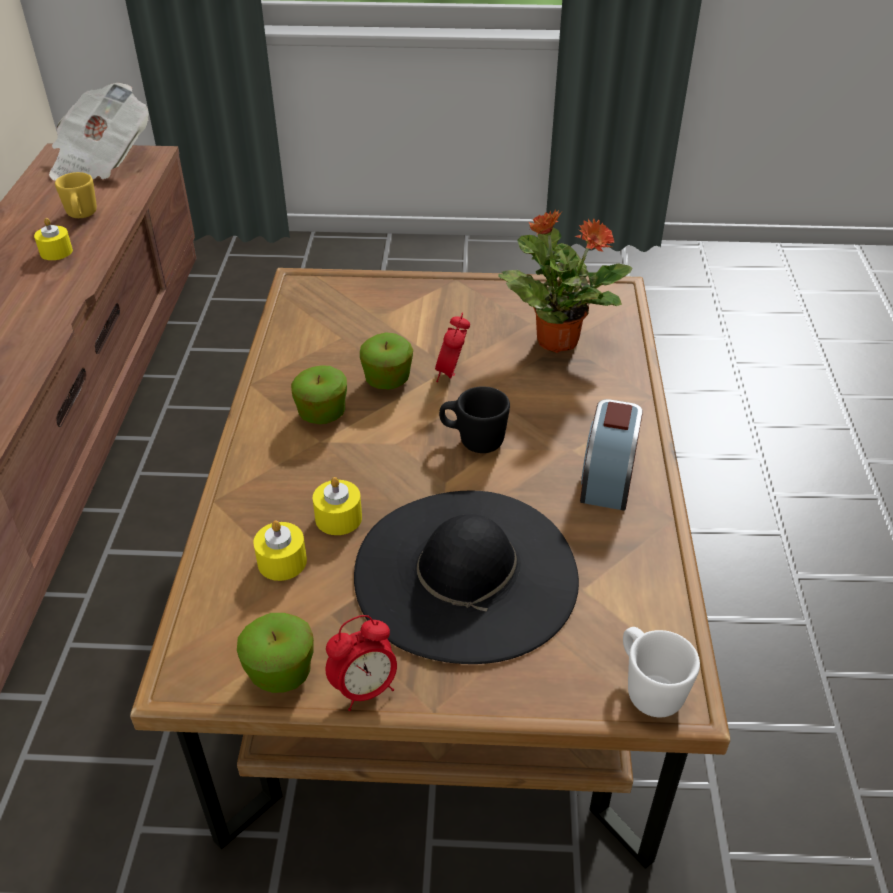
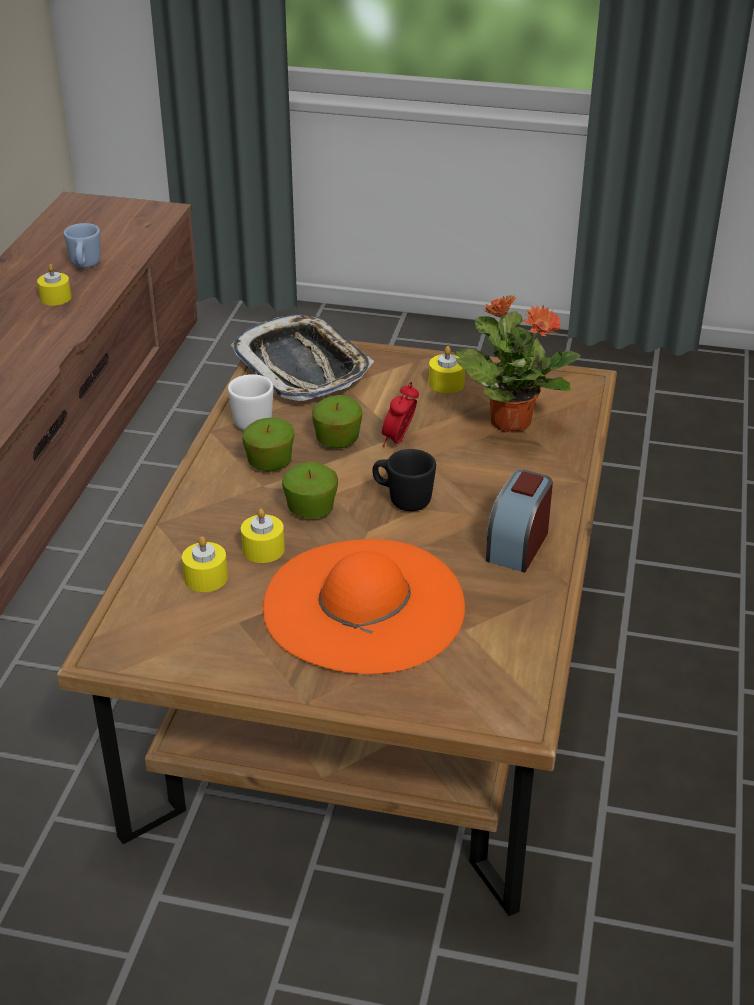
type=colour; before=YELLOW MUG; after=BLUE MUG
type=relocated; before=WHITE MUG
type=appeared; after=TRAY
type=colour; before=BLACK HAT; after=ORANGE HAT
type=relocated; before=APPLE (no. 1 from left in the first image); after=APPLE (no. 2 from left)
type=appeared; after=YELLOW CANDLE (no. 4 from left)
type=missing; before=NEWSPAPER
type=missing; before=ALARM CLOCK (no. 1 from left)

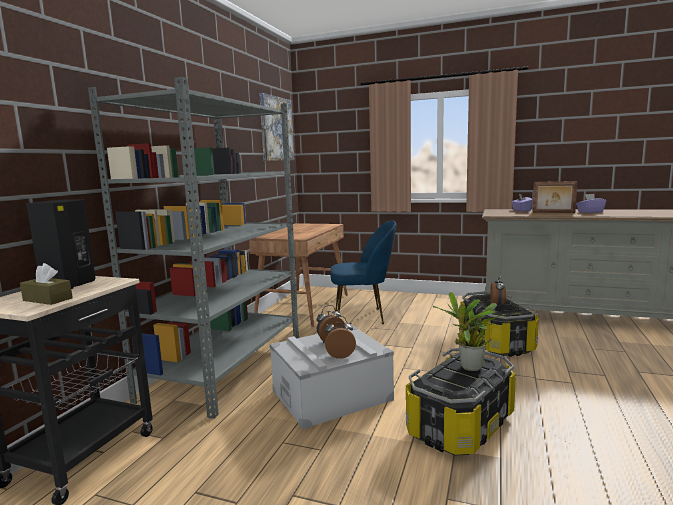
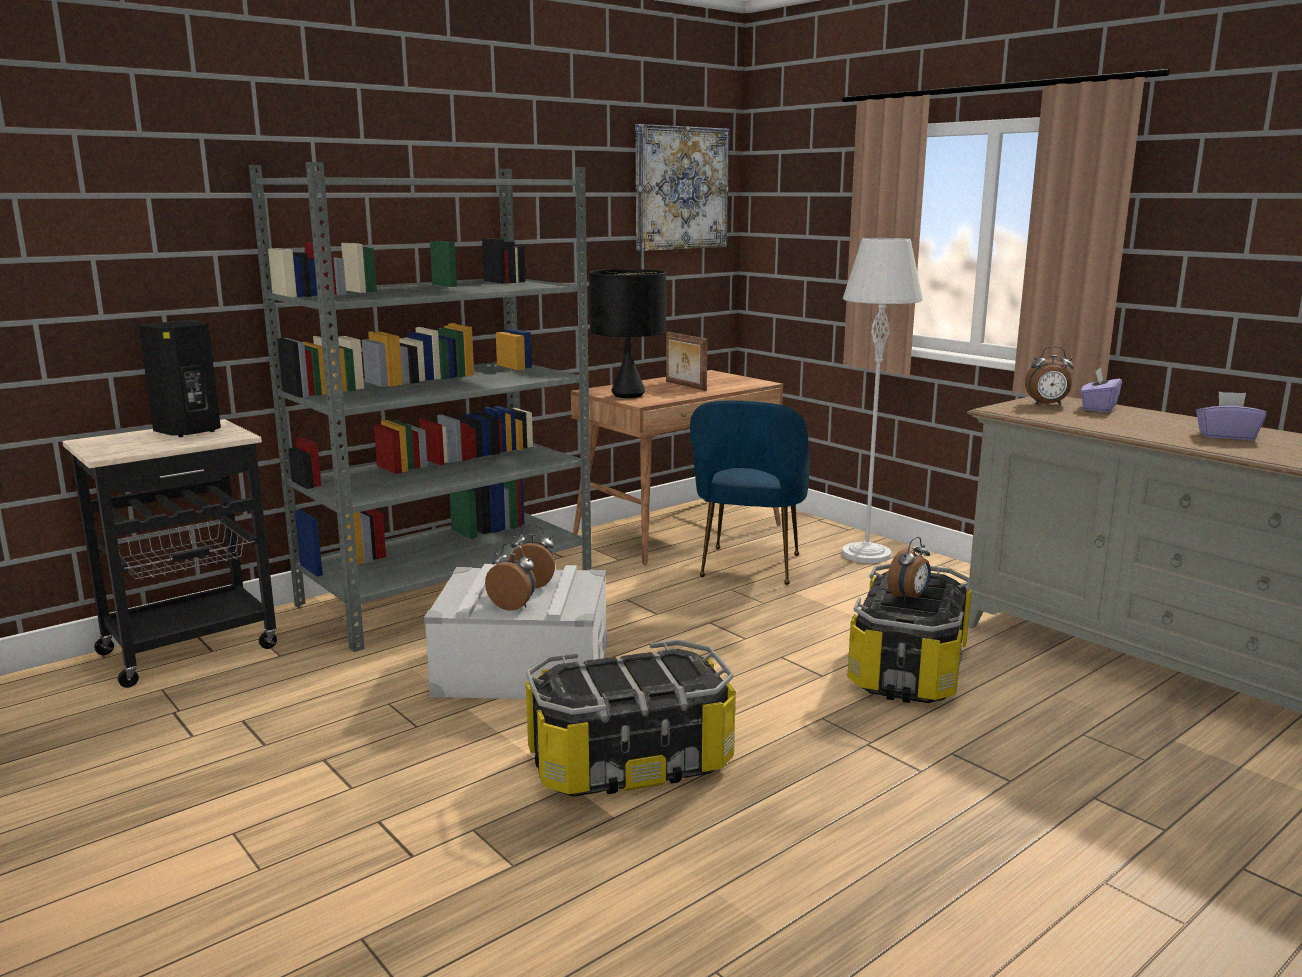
type=appeared; after=BLACK TABLE LAMP
type=relocated; before=PICTURE FRAME
type=spun; before=BLUE CHAIR; turn=75
type=appeared; after=GREY FLOOR LAMP
type=appeared; after=ALARM CLOCK (no. 4 from left)
type=missing; before=BROWN TISSUE BOX
type=missing; before=POTTED PLANT

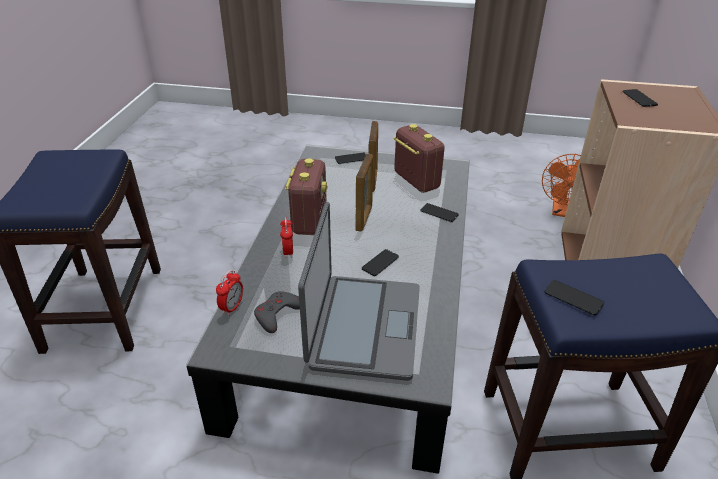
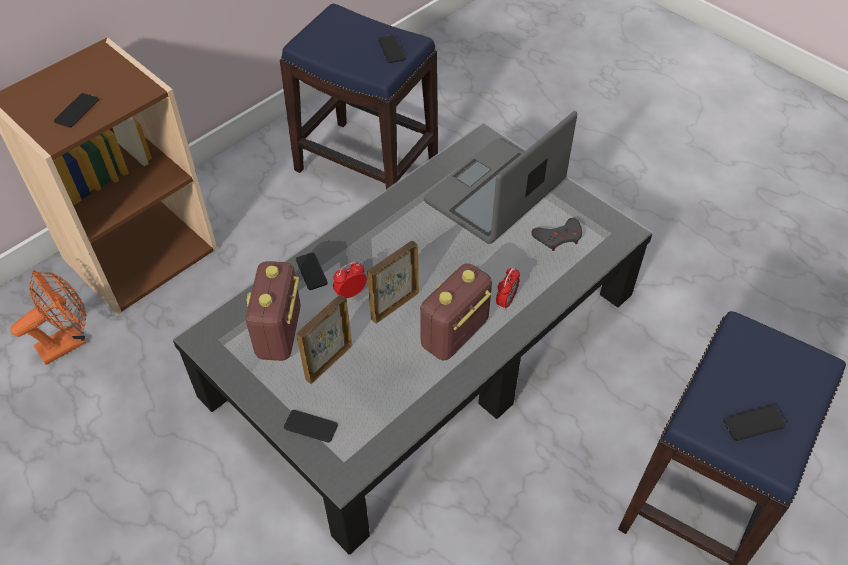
type=relocated; before=ALARM CLOCK (no. 1 from left)
type=relocated; before=PHONE (no. 2 from left in the first image); after=PHONE (no. 5 from left)

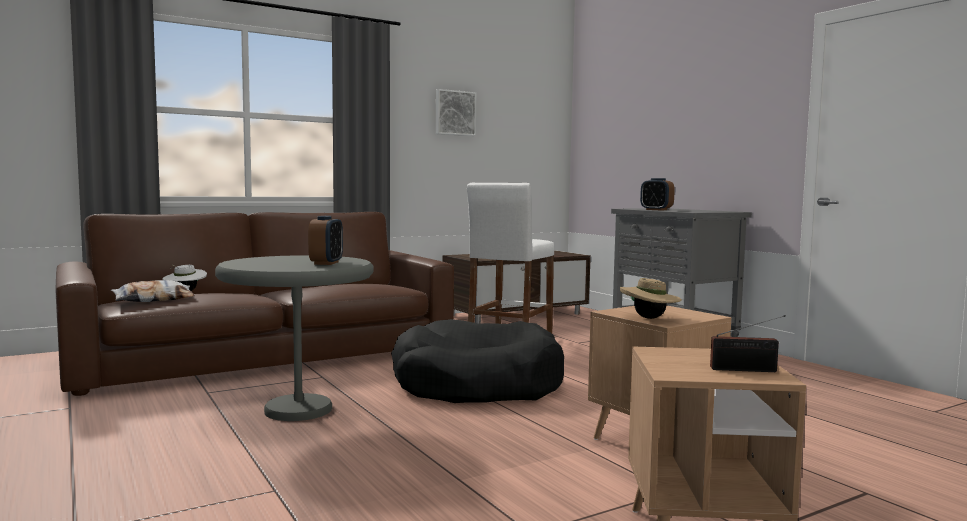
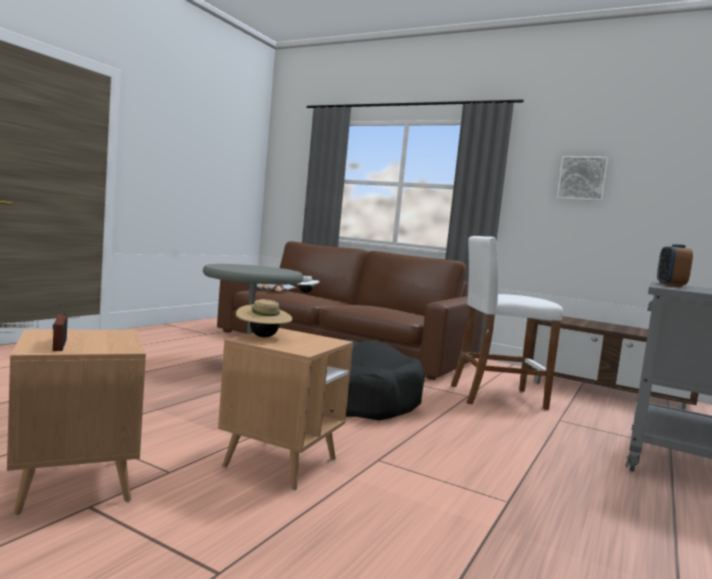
type=missing; before=ALARM CLOCK (no. 1 from left)

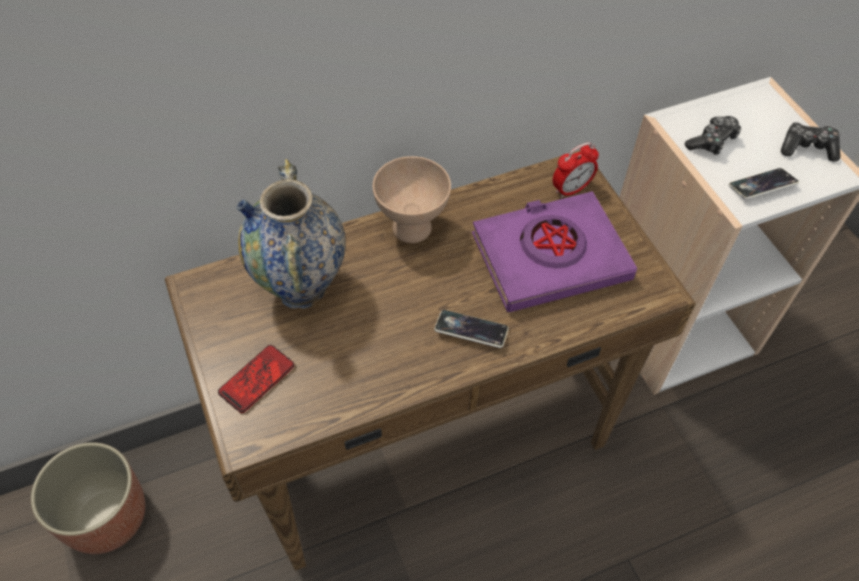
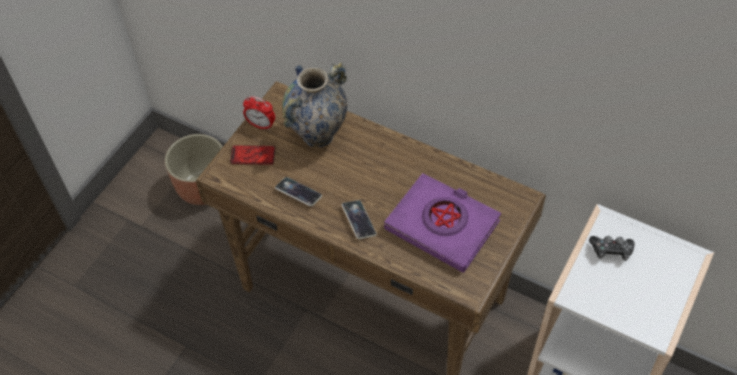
type=relocated; before=ALARM CLOCK
type=relocated; before=PHONE (no. 3 from left in the first image); after=PHONE (no. 2 from left)
type=missing; before=BEIGE BOWL
type=missing; before=GAME CONTROLLER (no. 2 from left)

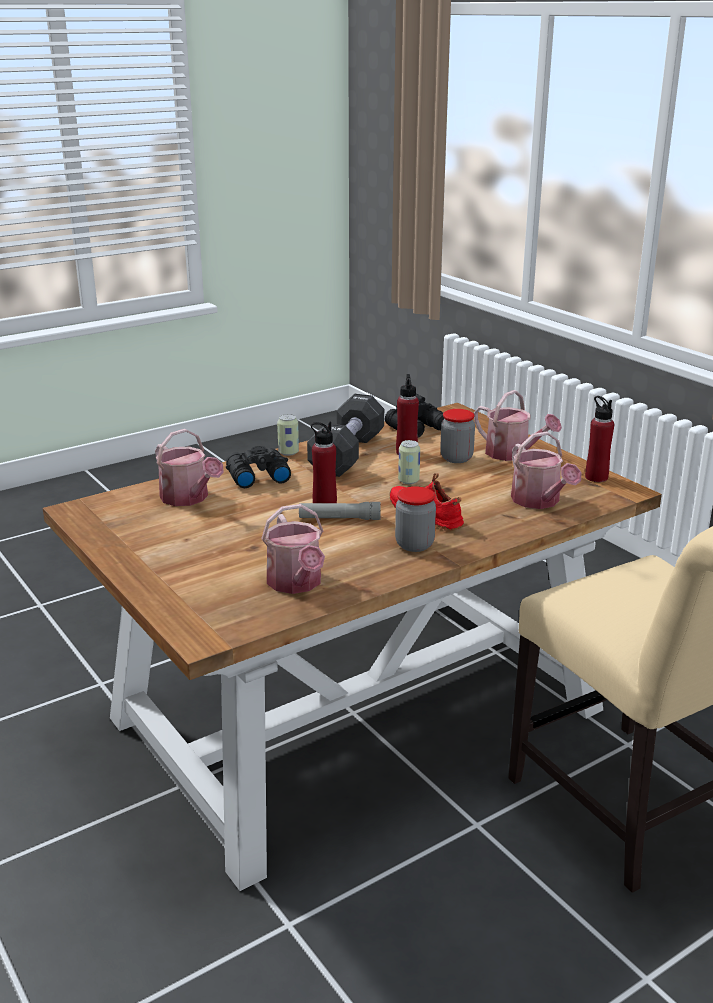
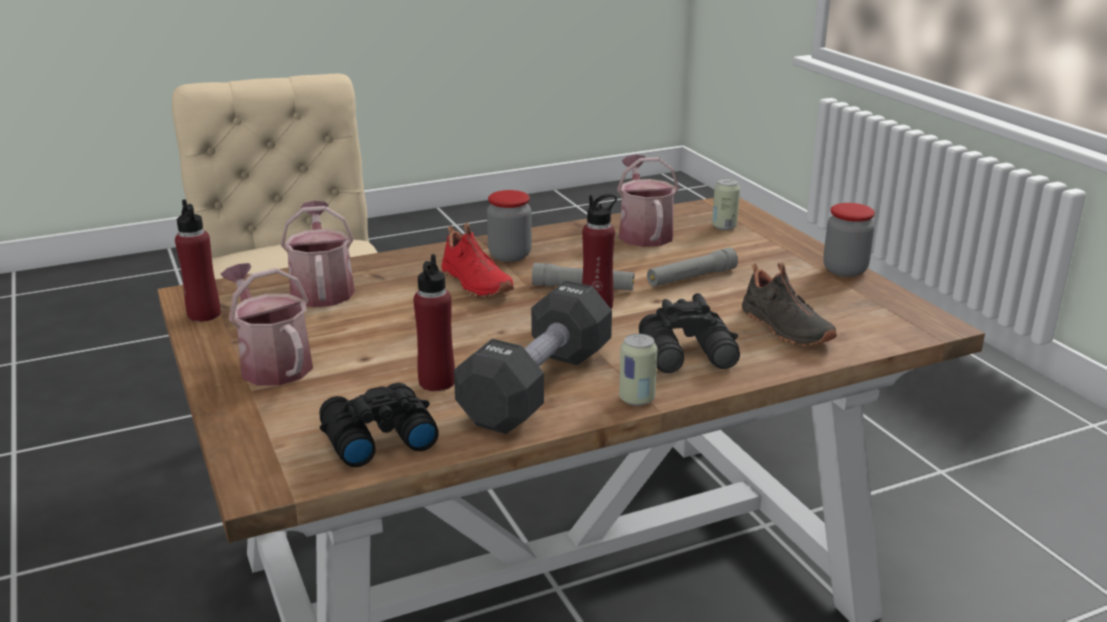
type=appeared; after=GREY FLASHLIGHT (no. 2 from left)
type=relocated; before=CAN (no. 2 from left)
type=exchanged; before=WATERING CAN (no. 1 from left); after=BLACK SHOE
type=relocated; before=JAR (no. 2 from left)

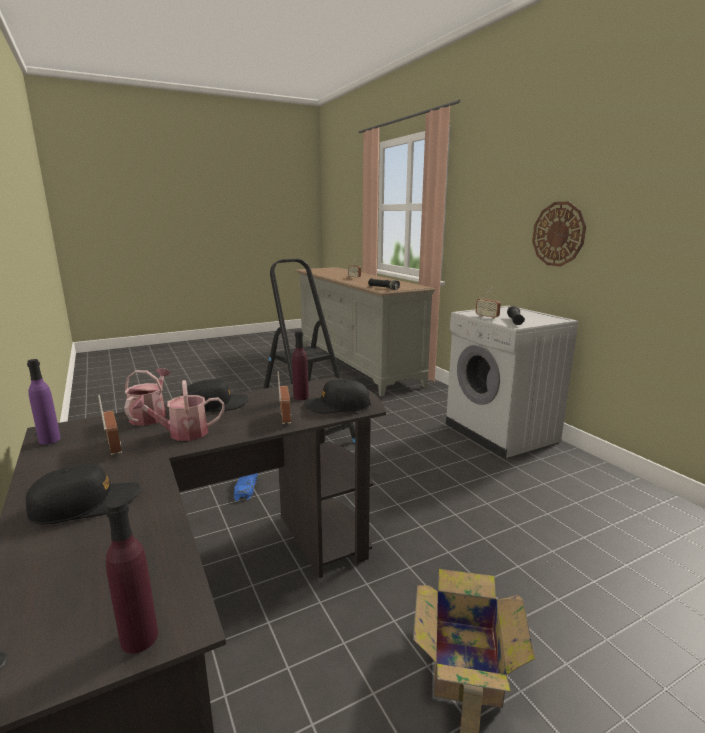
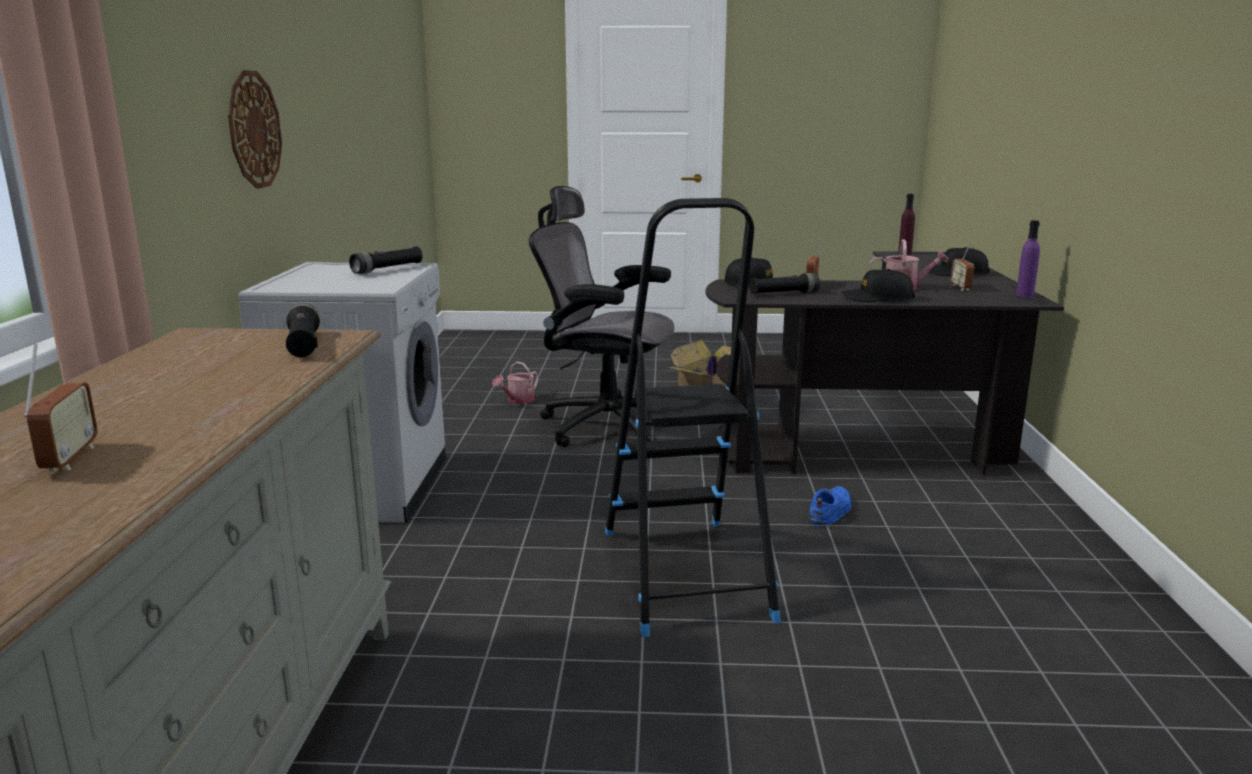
type=relocated; before=WATERING CAN (no. 1 from left)
type=appeared; after=OFFICE CHAIR
type=exchanged; before=PURPLE BOTTLE (no. 3 from left); after=BLACK FLASHLIGHT (no. 3 from left)
type=missing; before=RADIO (no. 4 from left)

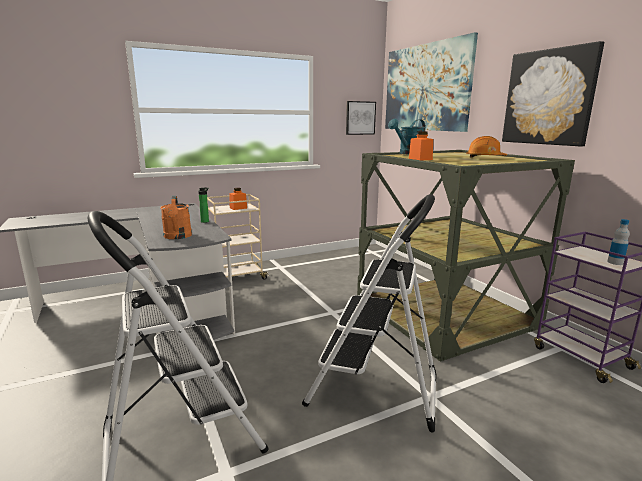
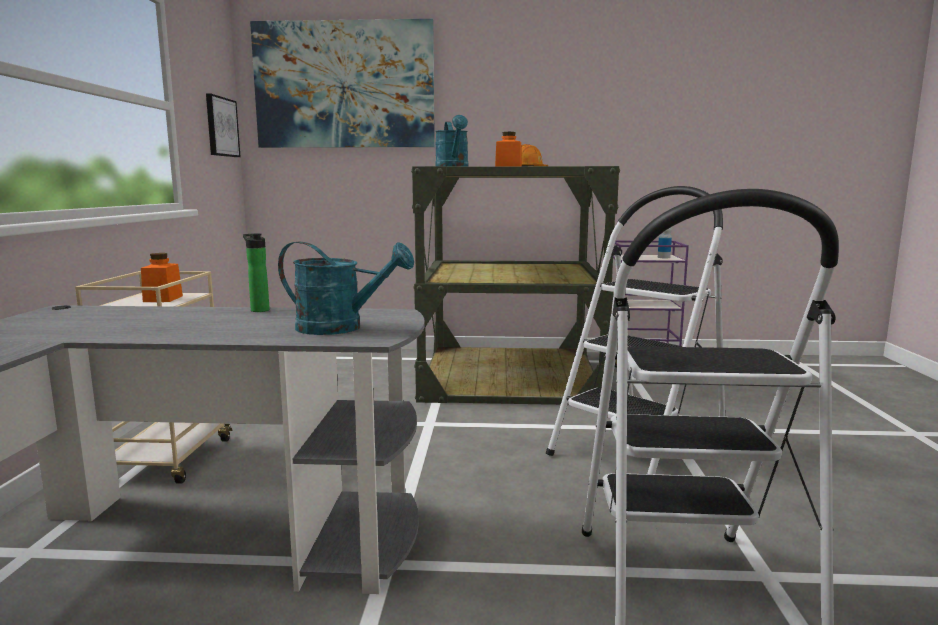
type=colour; before=ORANGE WATERING CAN; after=TURQUOISE WATERING CAN (no. 1 from left)
type=missing; before=PICTURE (no. 3 from left)

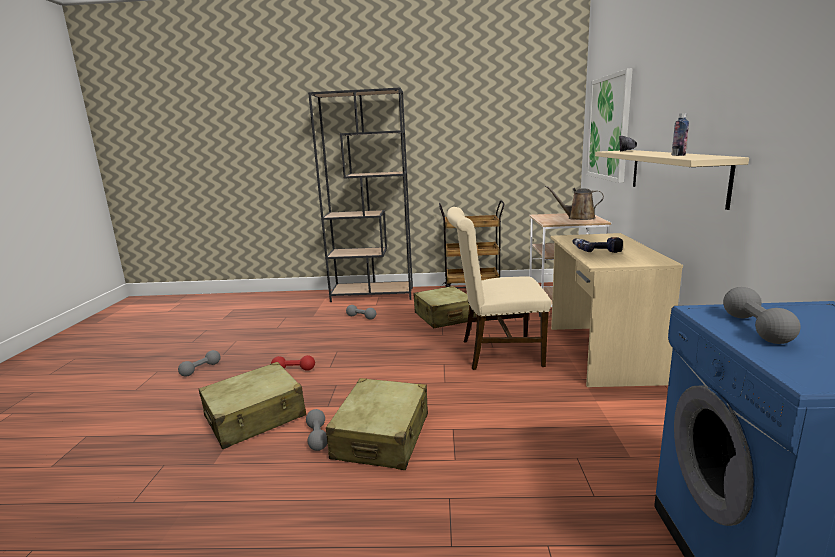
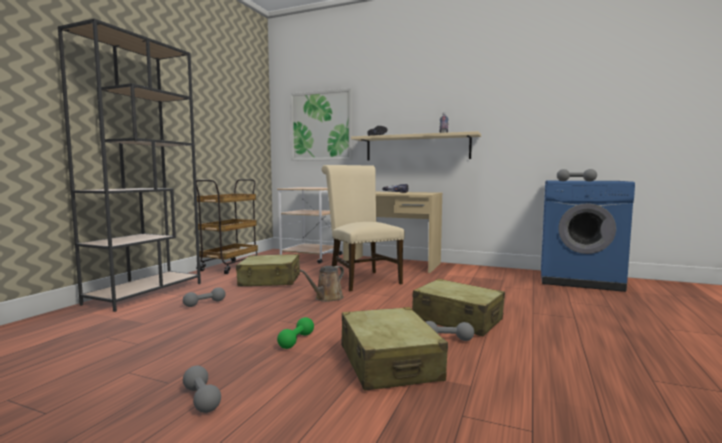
type=colour; before=RED DUMBBELL; after=GREEN DUMBBELL
type=relocated; before=BROWN WATERING CAN
type=spun; before=BEIGE CHAIR; turn=135

